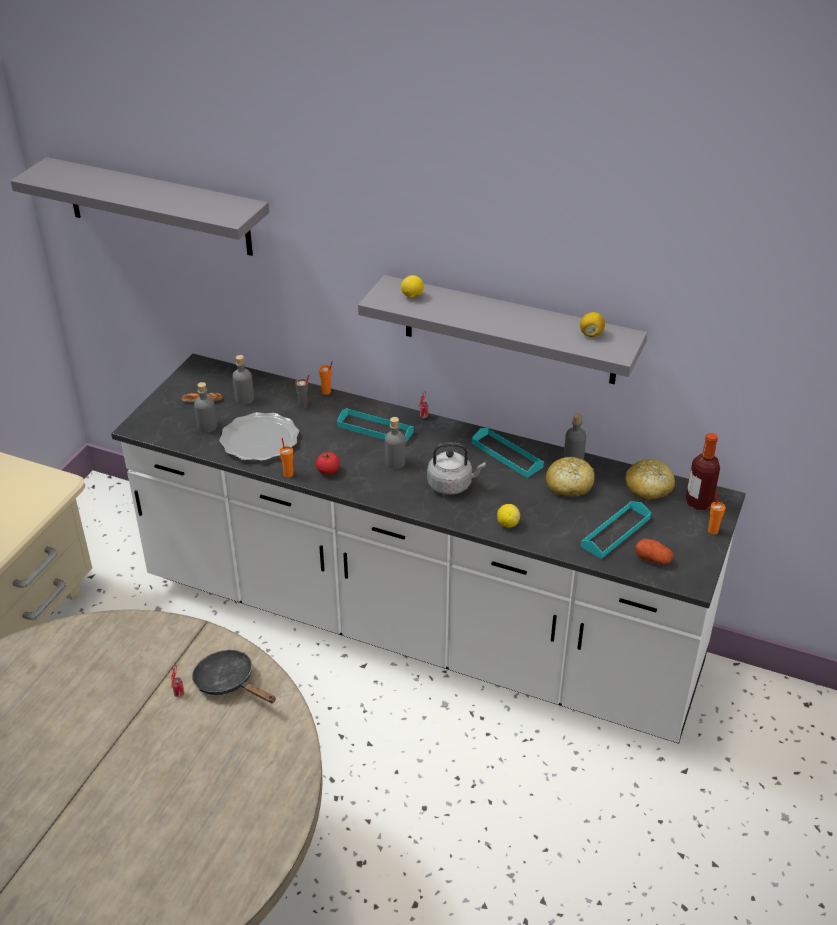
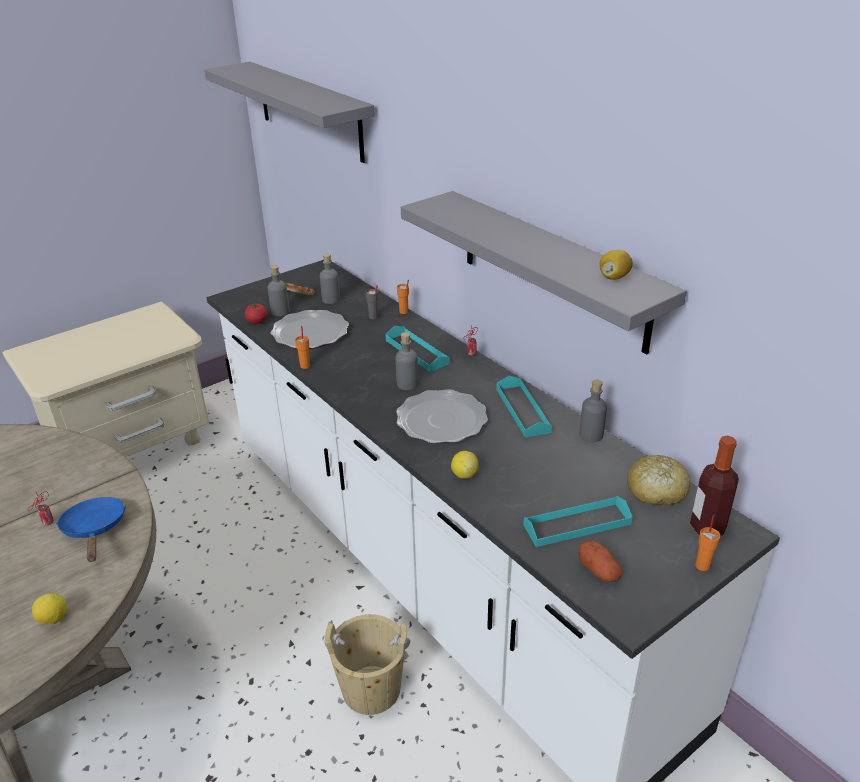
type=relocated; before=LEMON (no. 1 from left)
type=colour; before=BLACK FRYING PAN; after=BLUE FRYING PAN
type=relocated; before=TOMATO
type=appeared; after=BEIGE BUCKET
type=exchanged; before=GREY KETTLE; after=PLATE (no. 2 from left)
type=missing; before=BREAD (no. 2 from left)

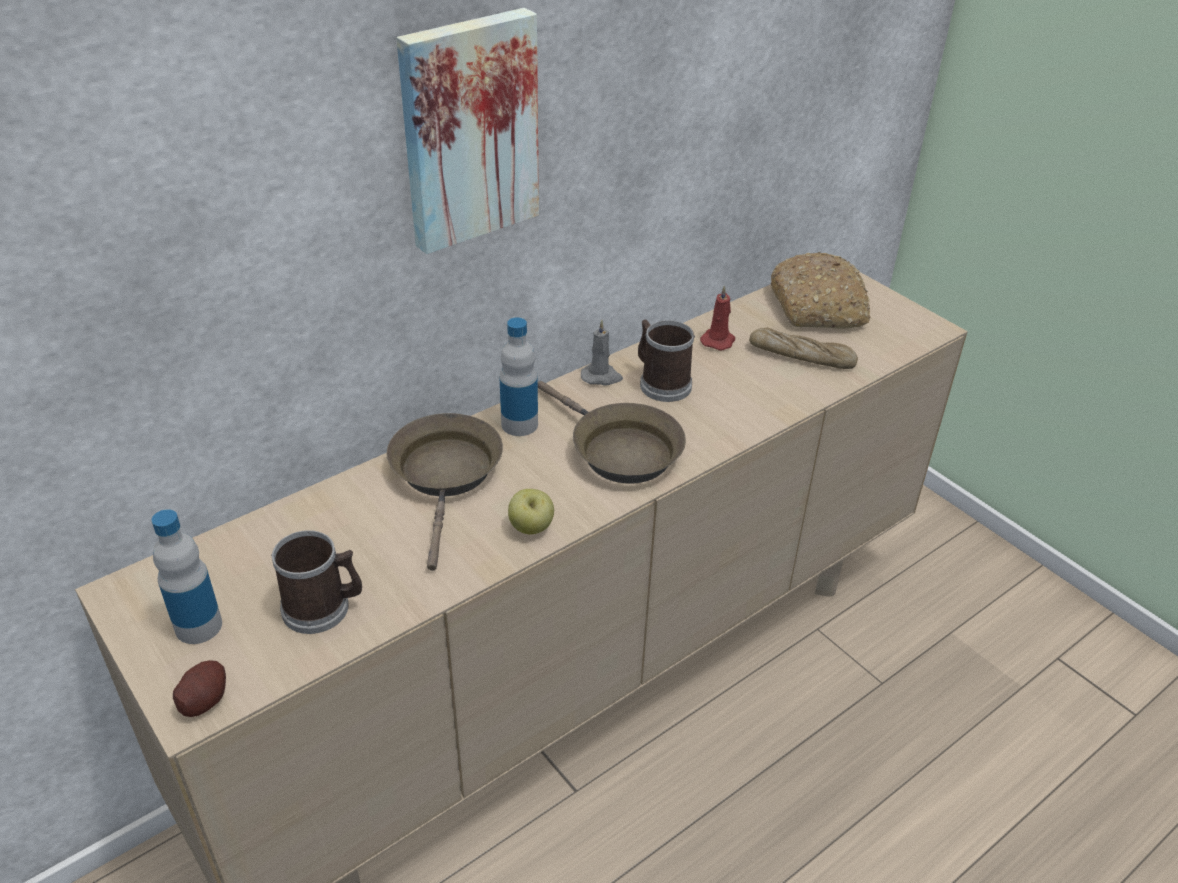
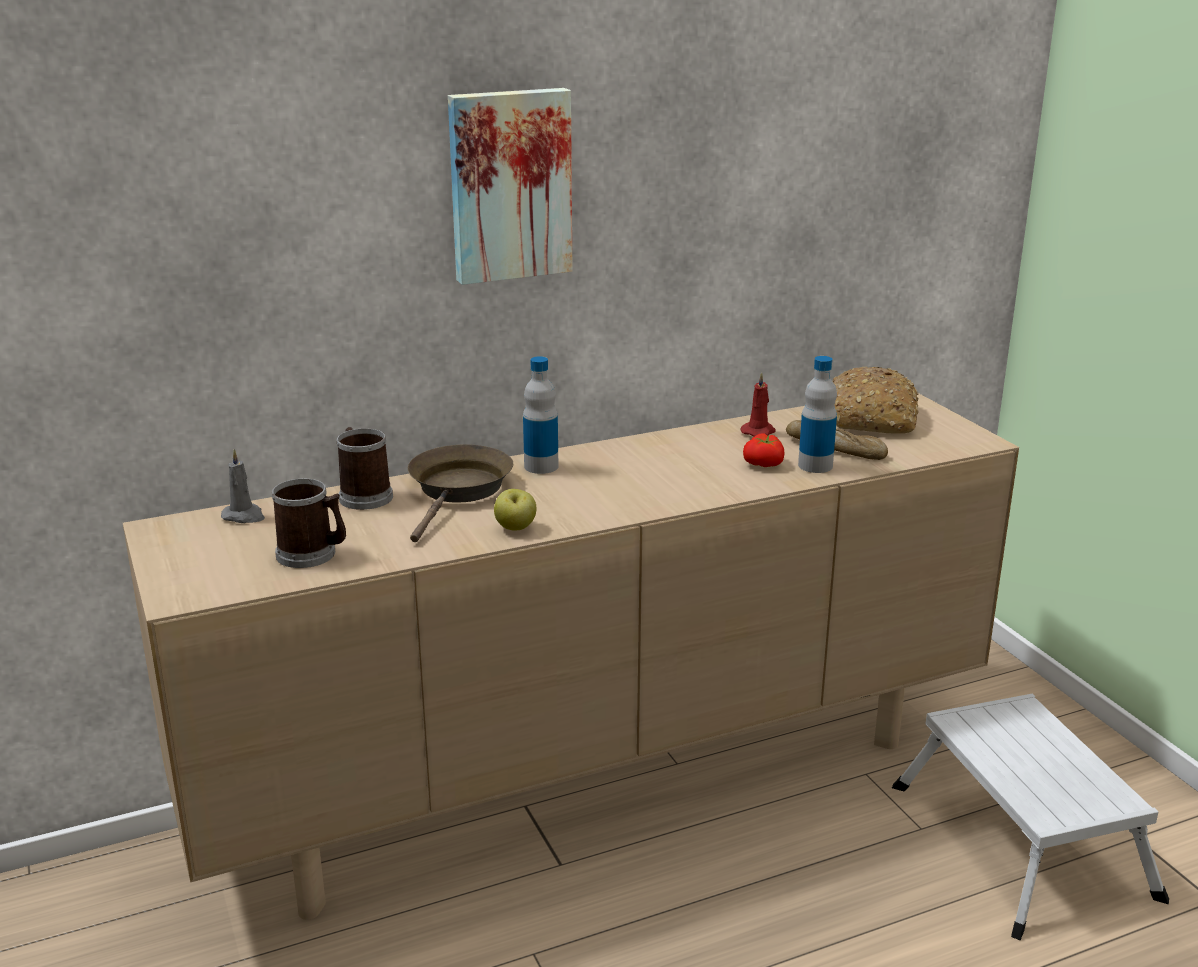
type=relocated; before=GREY CANDLE
type=relocated; before=MUG (no. 2 from left)
type=appeared; after=TOMATO
type=relocated; before=BOTTLE (no. 1 from left in the first image); after=BOTTLE (no. 2 from left)
type=appeared; after=WHITE STEP LADDER
type=missing; before=POTATO
type=missing; before=BROWN FRYING PAN (no. 2 from left)

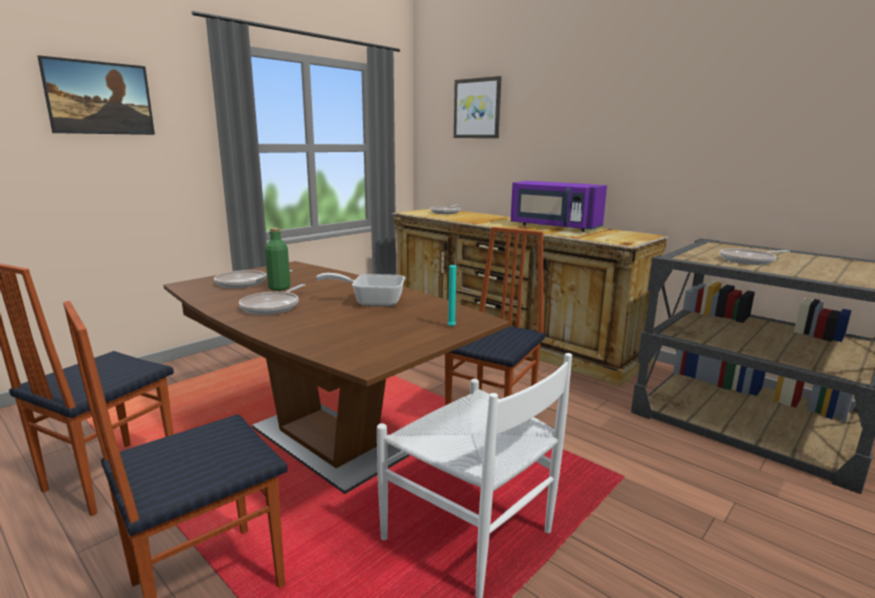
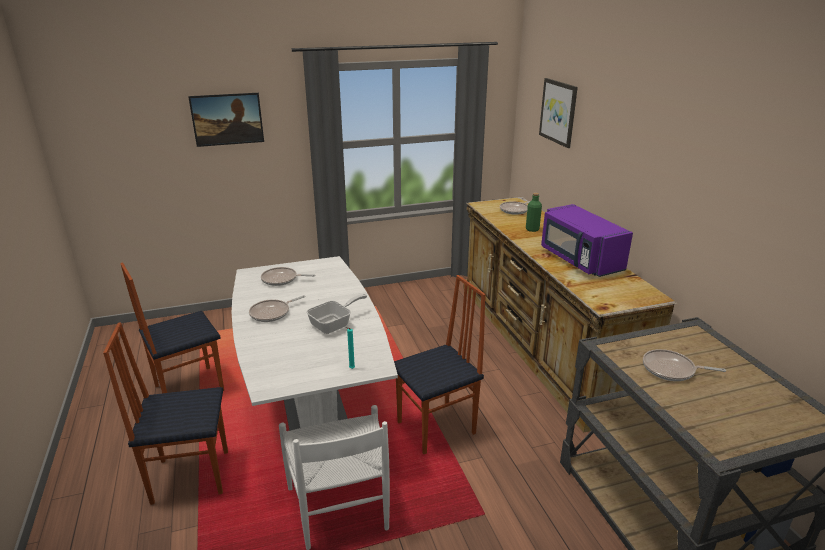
type=colour; before=BROWN DINING TABLE; after=WHITE DINING TABLE
type=spun; before=FRYING PAN (no. 3 from left); turn=105
type=relocated; before=GREEN BOTTLE

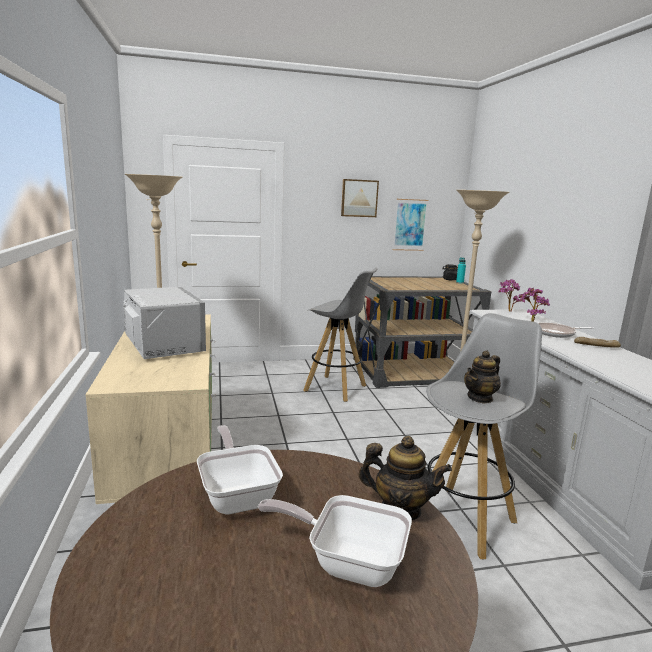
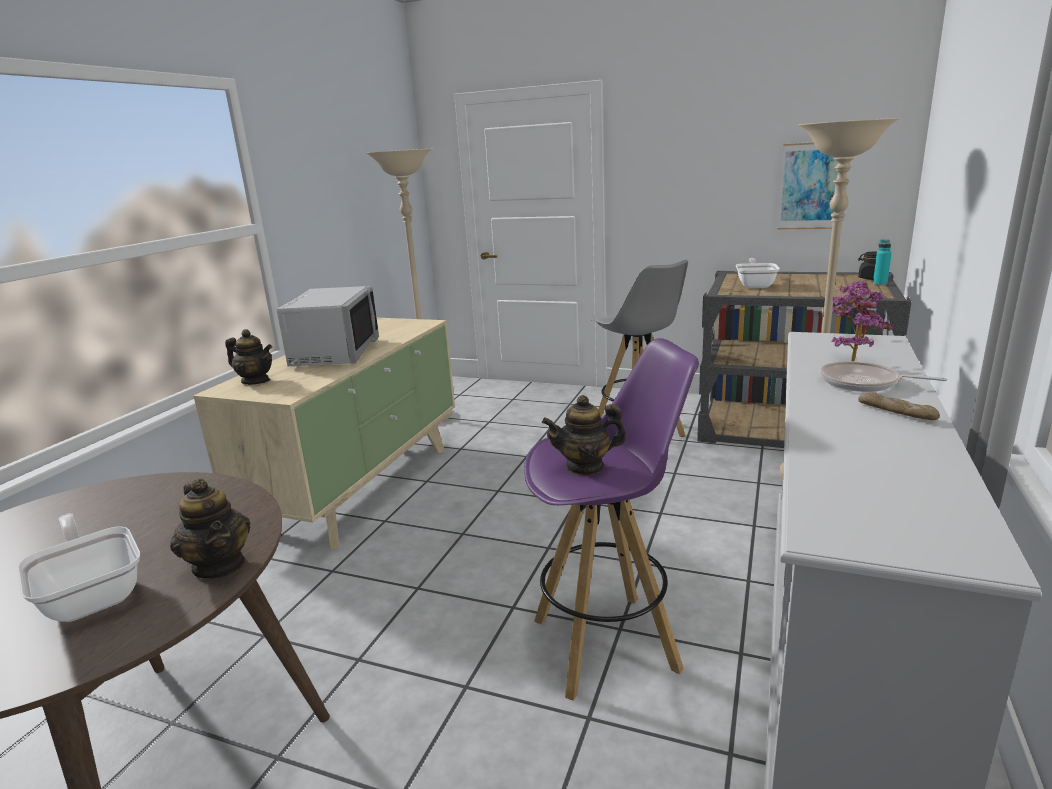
type=appeared; after=TEAPOT (no. 2 from left)
type=colour; before=GREY STOOL (no. 2 from left); after=PURPLE STOOL
type=relocated; before=FRYING PAN (no. 1 from left in the first image); after=FRYING PAN (no. 2 from left)
type=missing; before=PICTURE (no. 1 from left)

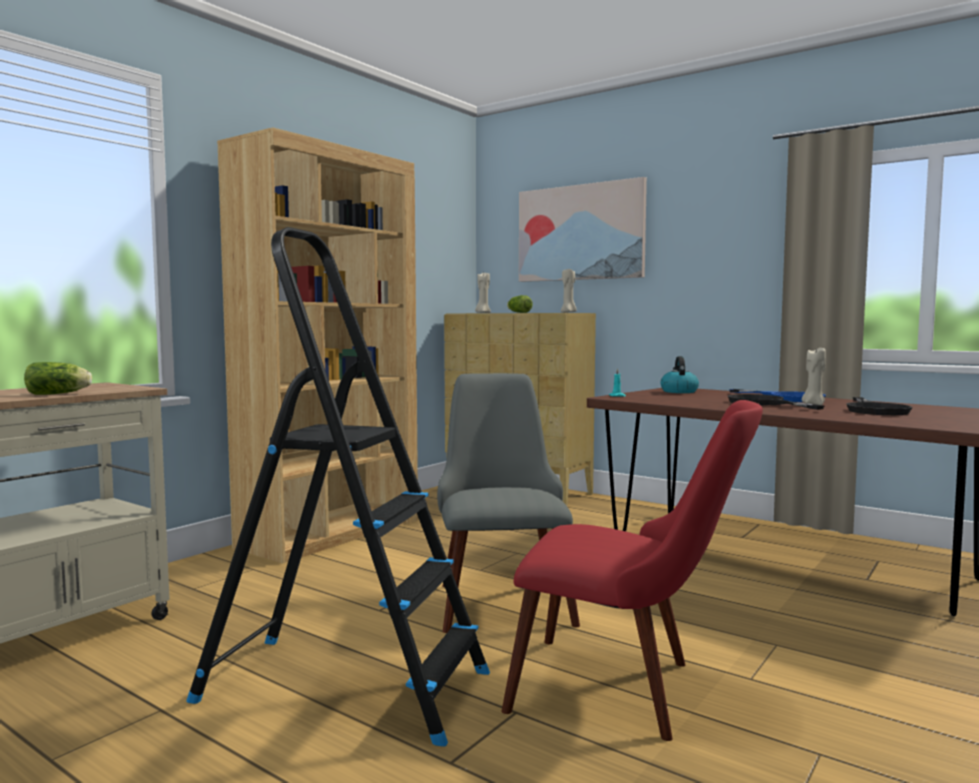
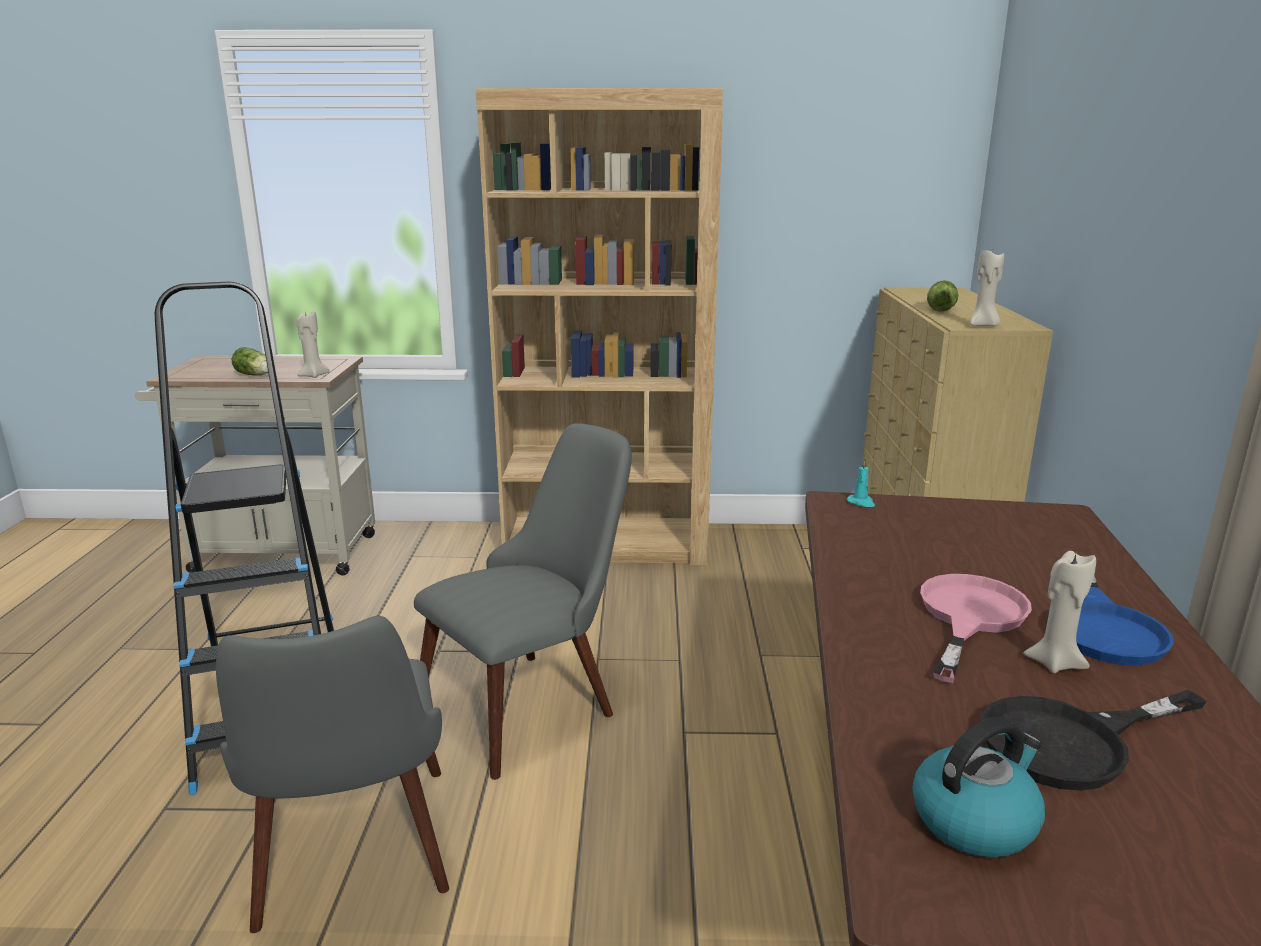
type=colour; before=RED CHAIR; after=GREY CHAIR (no. 1 from left)
type=relocated; before=BEIGE CANDLE (no. 1 from left)
type=relocated; before=KETTLE
type=colour; before=BLACK FRYING PAN (no. 1 from left); after=PINK FRYING PAN
type=missing; before=PICTURE

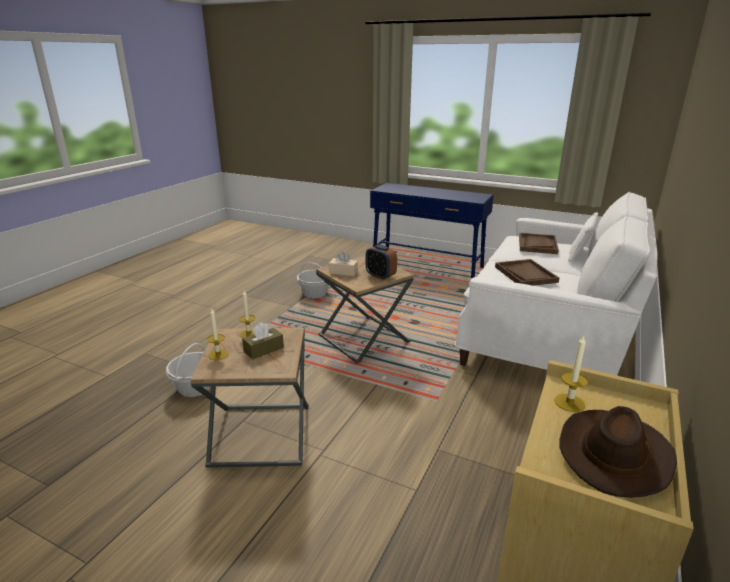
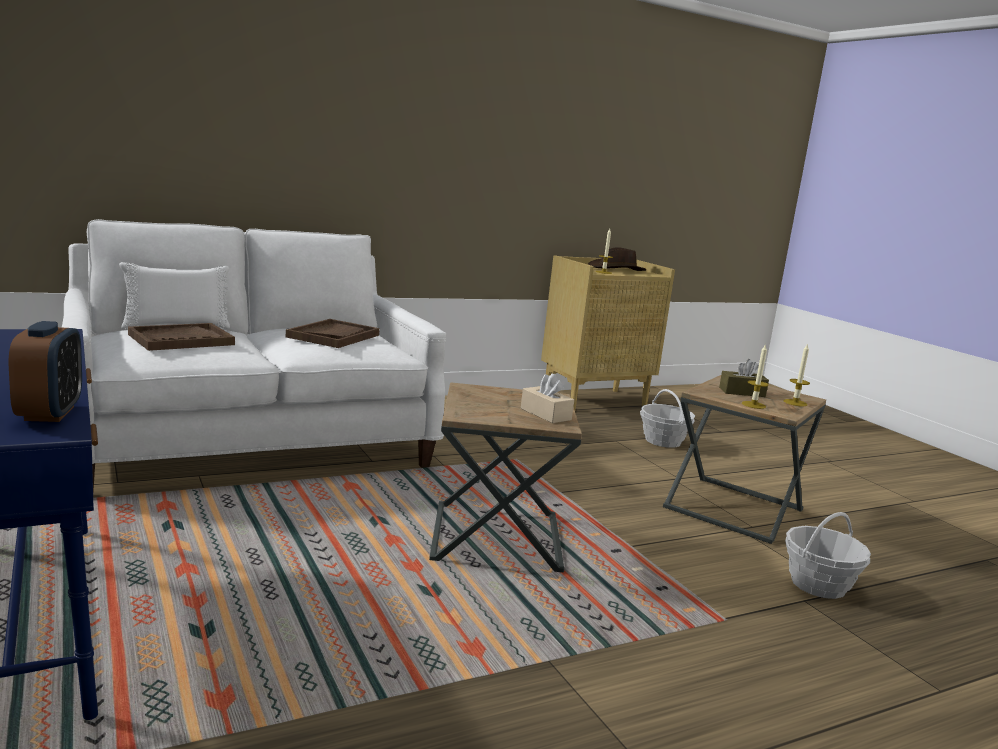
type=relocated; before=ALARM CLOCK
type=relocated; before=BASKET (no. 2 from left in the first image); after=BASKET (no. 1 from left)

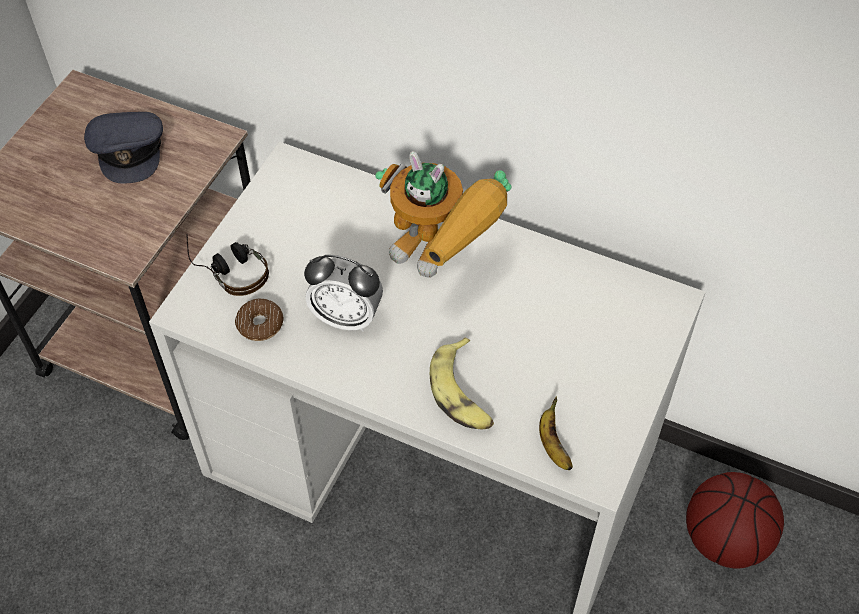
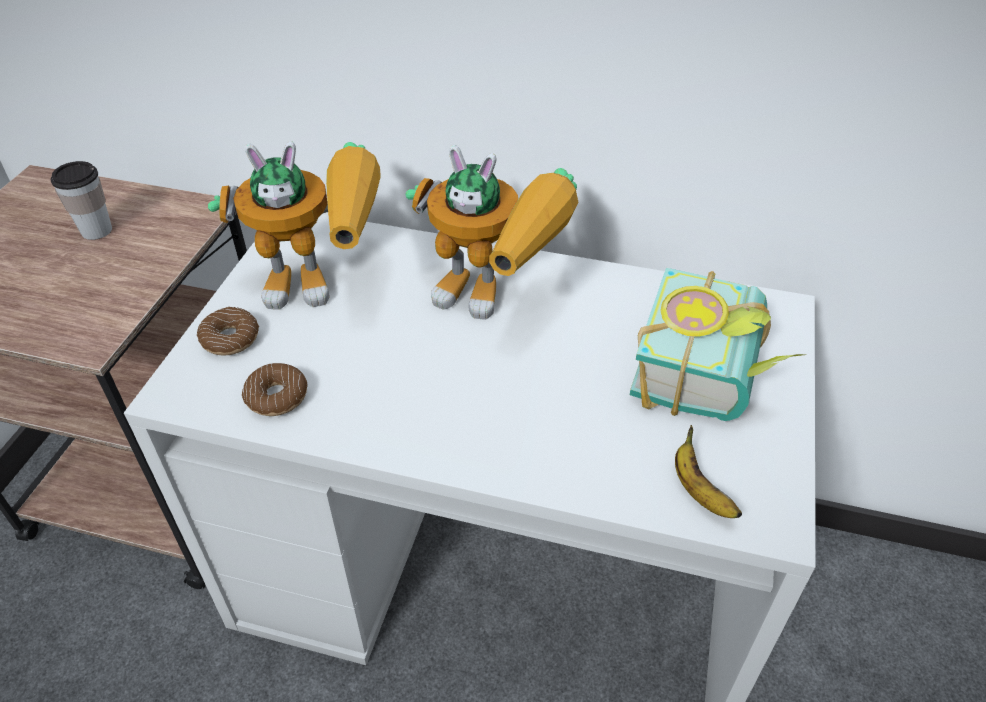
type=exchanged; before=GREY CAP; after=CUP
type=exchanged; before=HEADPHONES; after=DONUT (no. 1 from left)
type=appeared; after=TOY ROBOT (no. 1 from left)
type=appeared; after=BOOK
type=missing; before=ALARM CLOCK
type=missing; before=BANANA (no. 1 from left)
type=missing; before=BASKETBALL

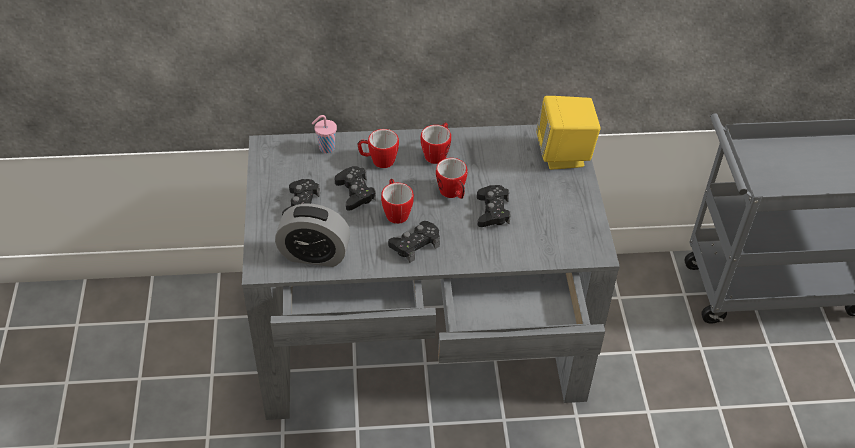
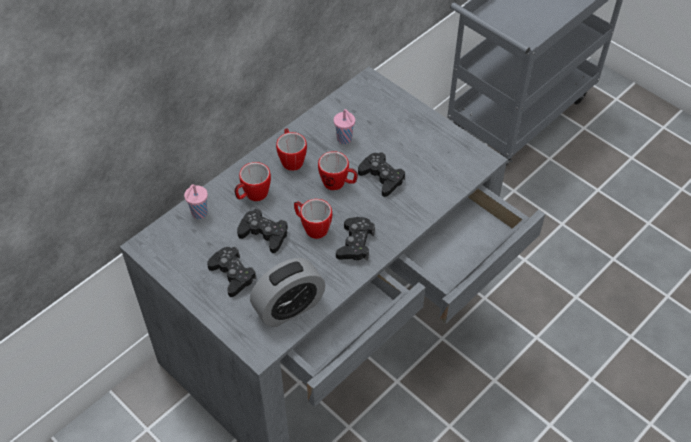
type=appeared; after=PINK CUP (no. 2 from left)
type=missing; before=YELLOW SPEAKER

